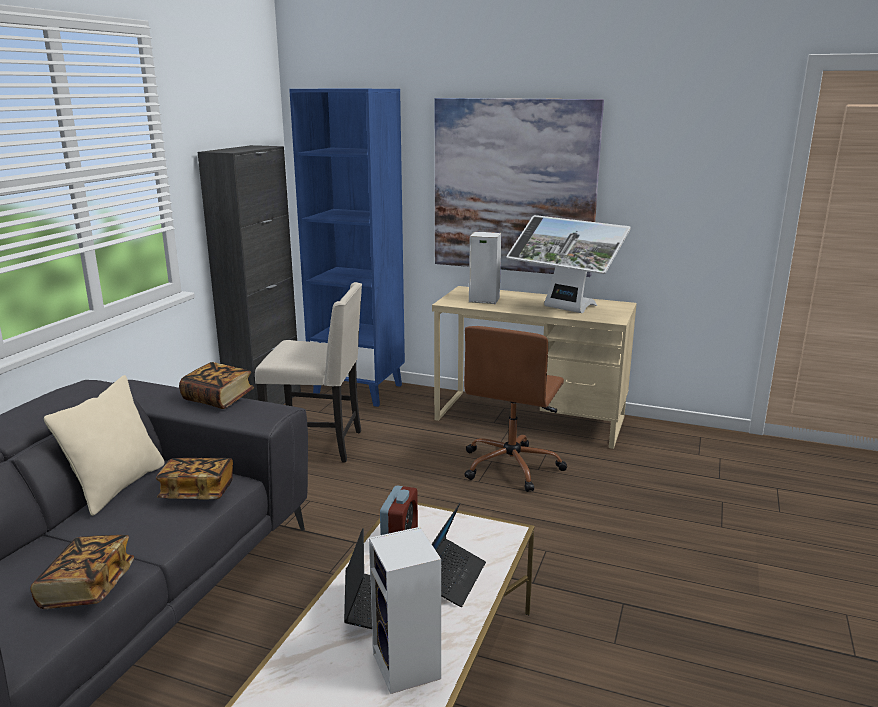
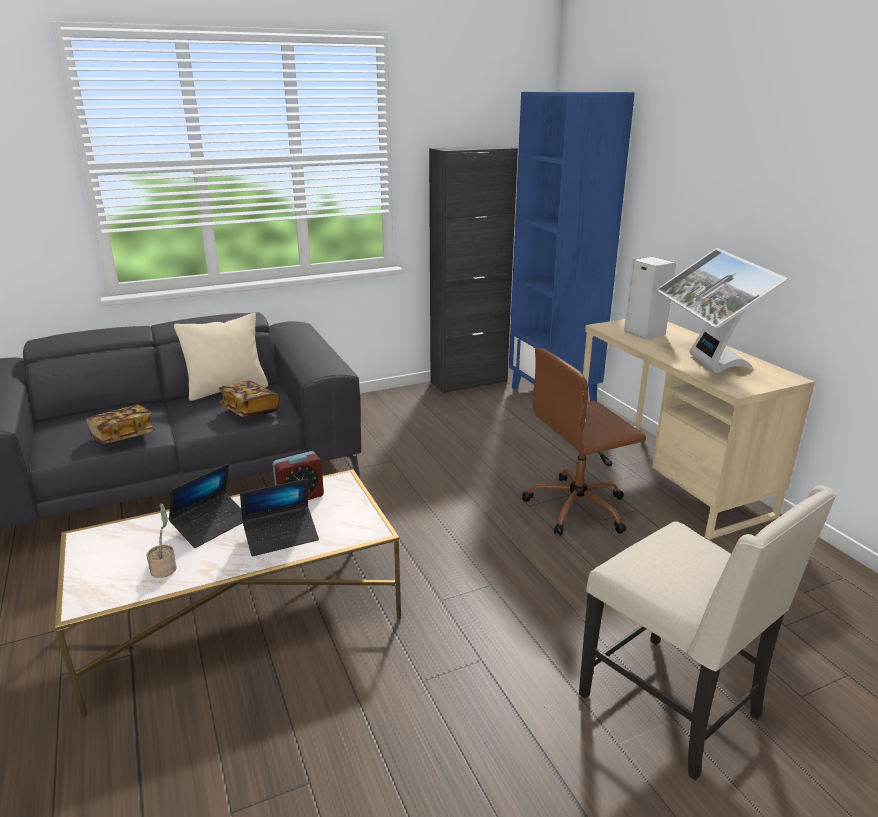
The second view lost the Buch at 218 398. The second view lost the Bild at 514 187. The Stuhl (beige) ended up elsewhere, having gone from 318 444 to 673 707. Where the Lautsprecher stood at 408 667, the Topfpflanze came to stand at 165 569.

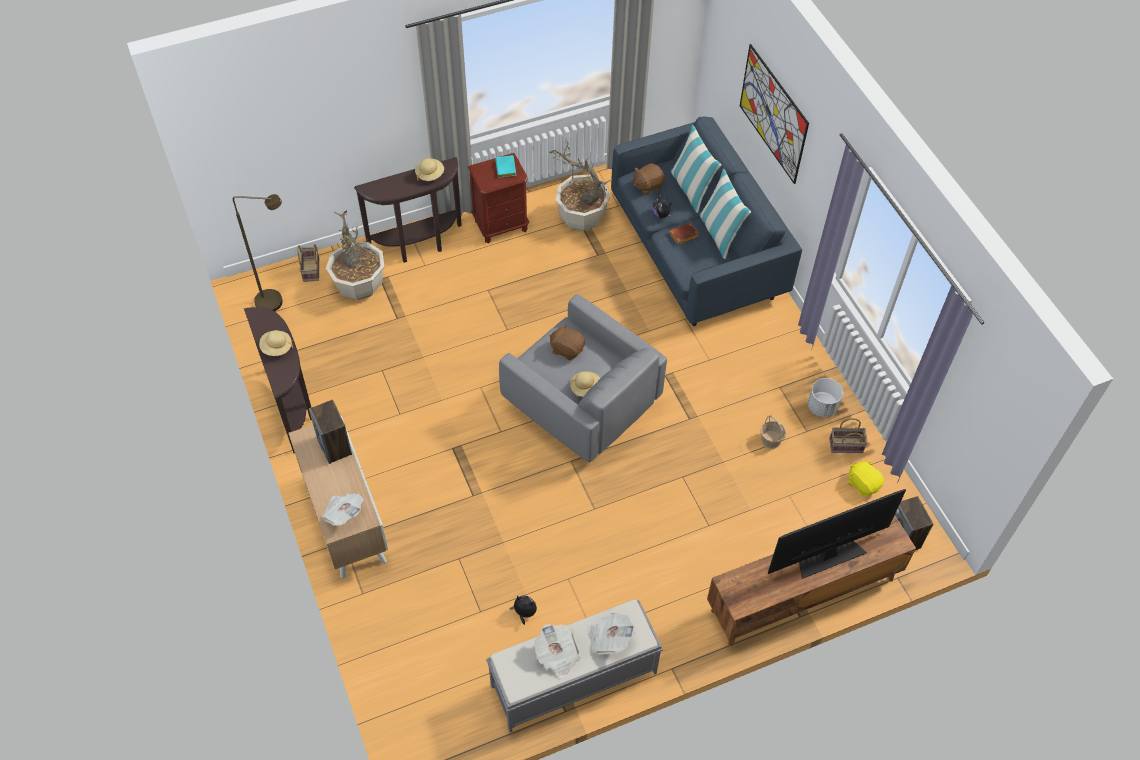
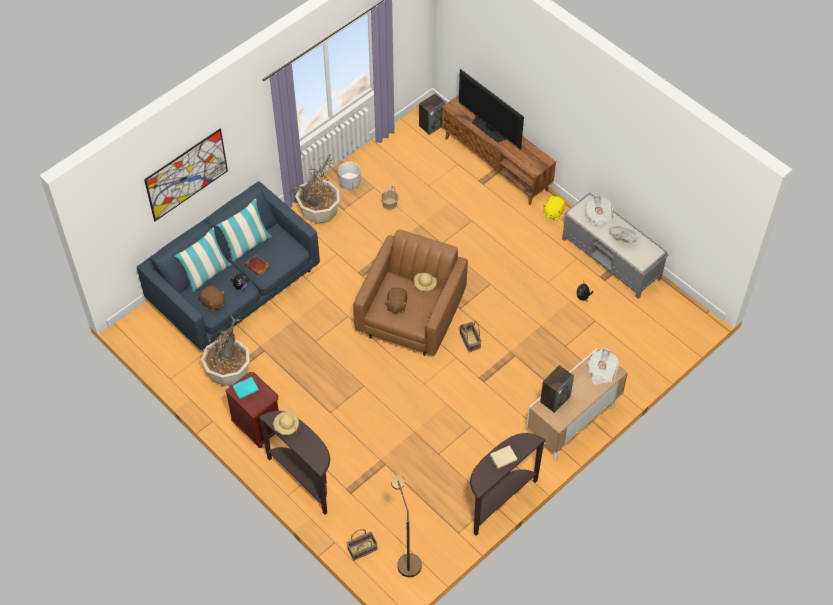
The Topfpflanze ended up elsewhere, having gone from 360 286 to 319 213. The Korb ended up elsewhere, having gone from 845 446 to 470 341. The Plüschtier (gelb) ended up elsewhere, having gone from 863 484 to 553 212. Where the Hut (beige) stood at 276 348, the Buch (beige) came to stand at 503 457. What was the Sessel (grau) at 581 406 turned into the Sessel (braun) at 411 316.

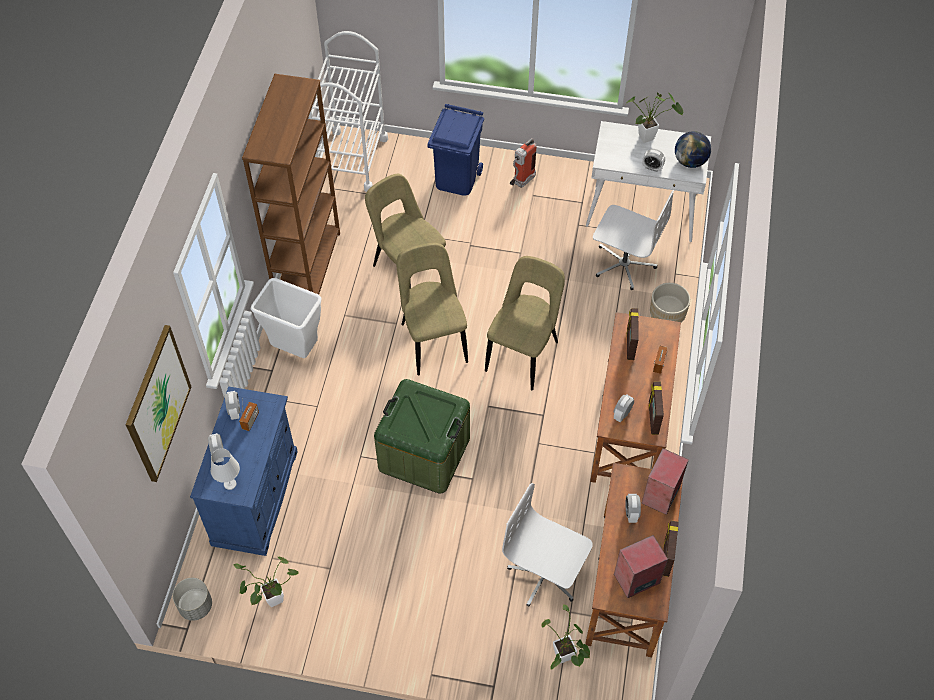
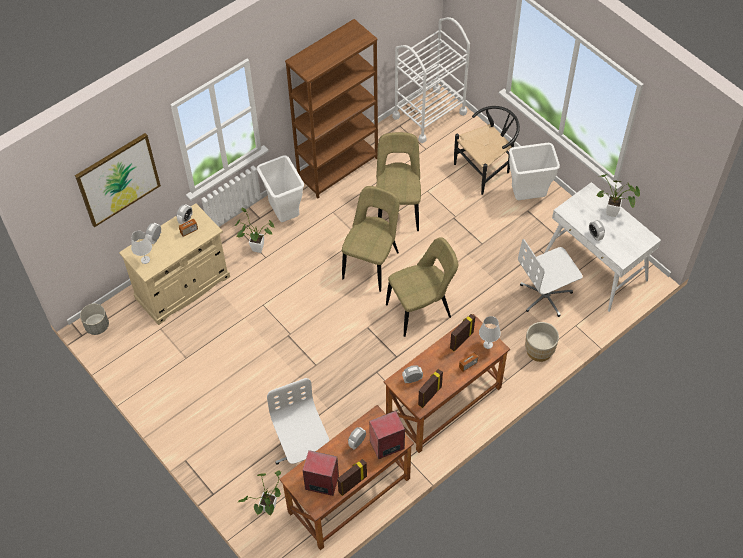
The second view lost the Aufbewahrungsbox (grün) at 424 453. The second view lost the Globus at 690 161. The second view gained the Tischlampe (weiß) at 488 344. The Topfpflanze ended up elsewhere, having gone from 270 601 to 255 248. Where the Mülleimer (blau) stood at 457 179, the Stuhl (schwarz) came to stand at 486 168. Where the Feuerlöscher stood at 521 182, the Mülleimer (weiß) came to stand at 527 197. What was the Schrank (blau) at 255 497 turned into the Schrank (beige) at 183 287. The Bürostuhl (weiß) at 624 264 ended up facing another way, 90 degrees clockwise from before.

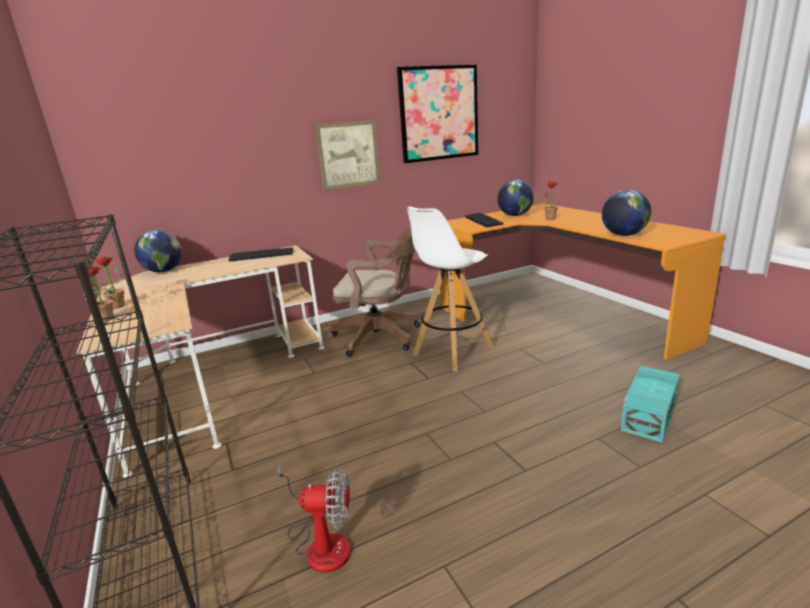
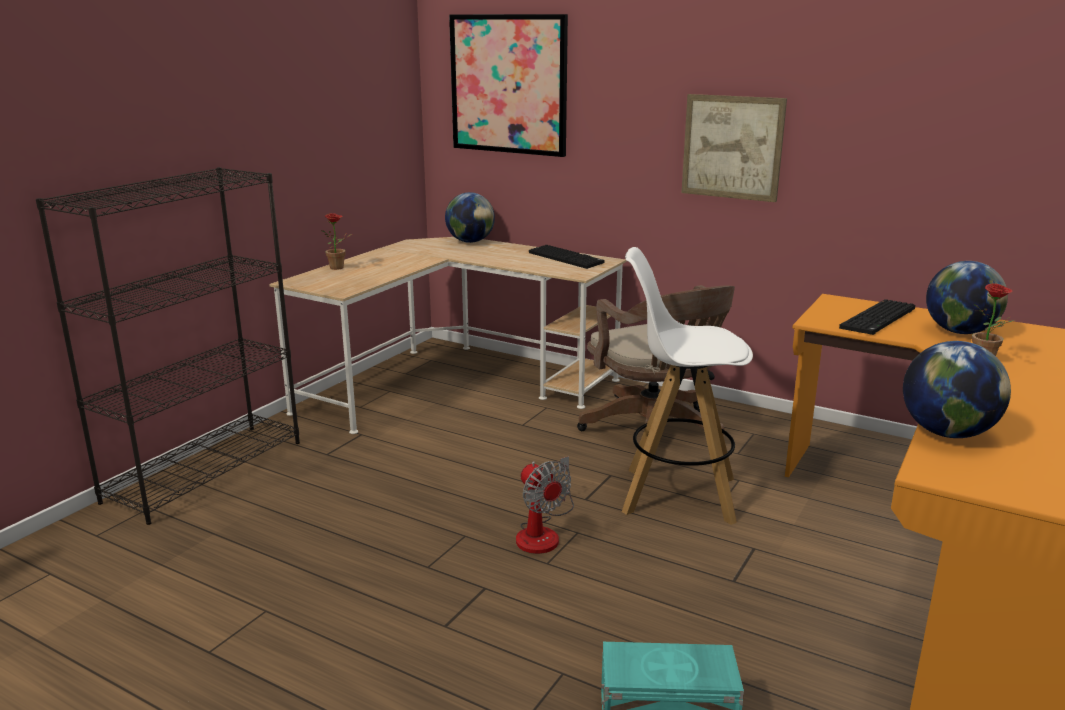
The second view lost the Topfpflanze at 118 305. The Ventilator ended up elsewhere, having gone from 321 542 to 543 532. The Bild ended up elsewhere, having gone from 439 113 to 508 84.

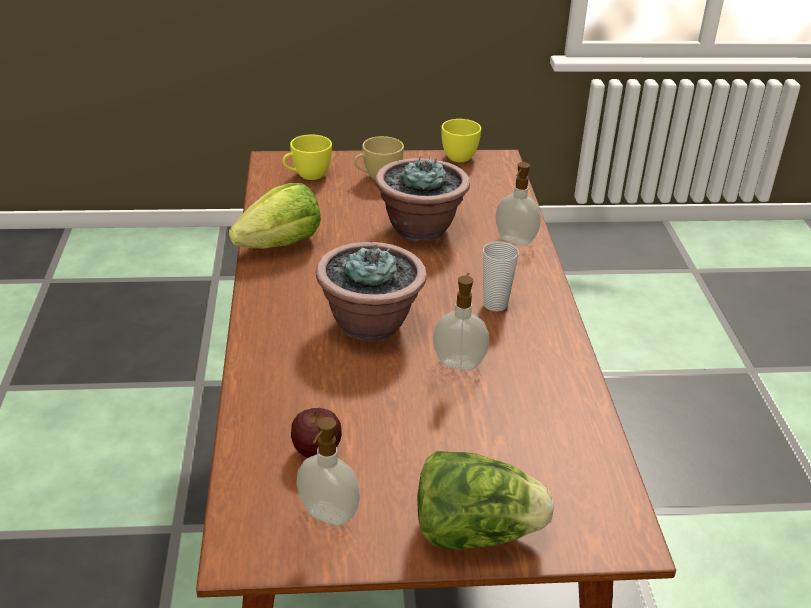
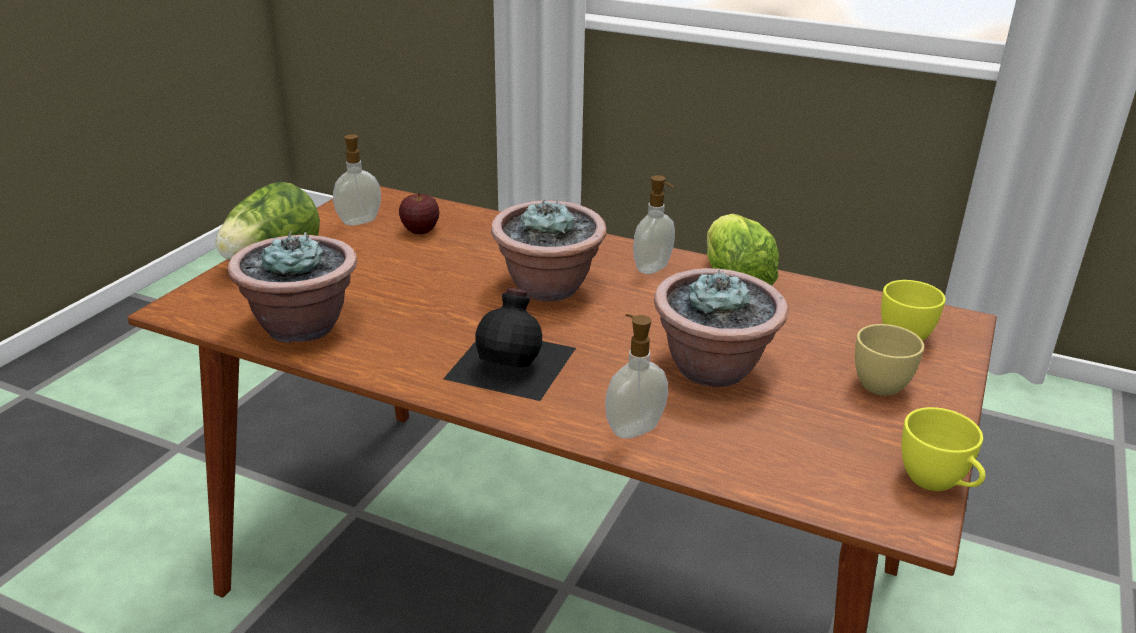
The second view gained the Topfpflanze at 301 326. The Seifenspender ended up elsewhere, having gone from 459 363 to 653 269. Where the Tasse stood at 495 304, the Flasche (schwarz) came to stand at 513 362.

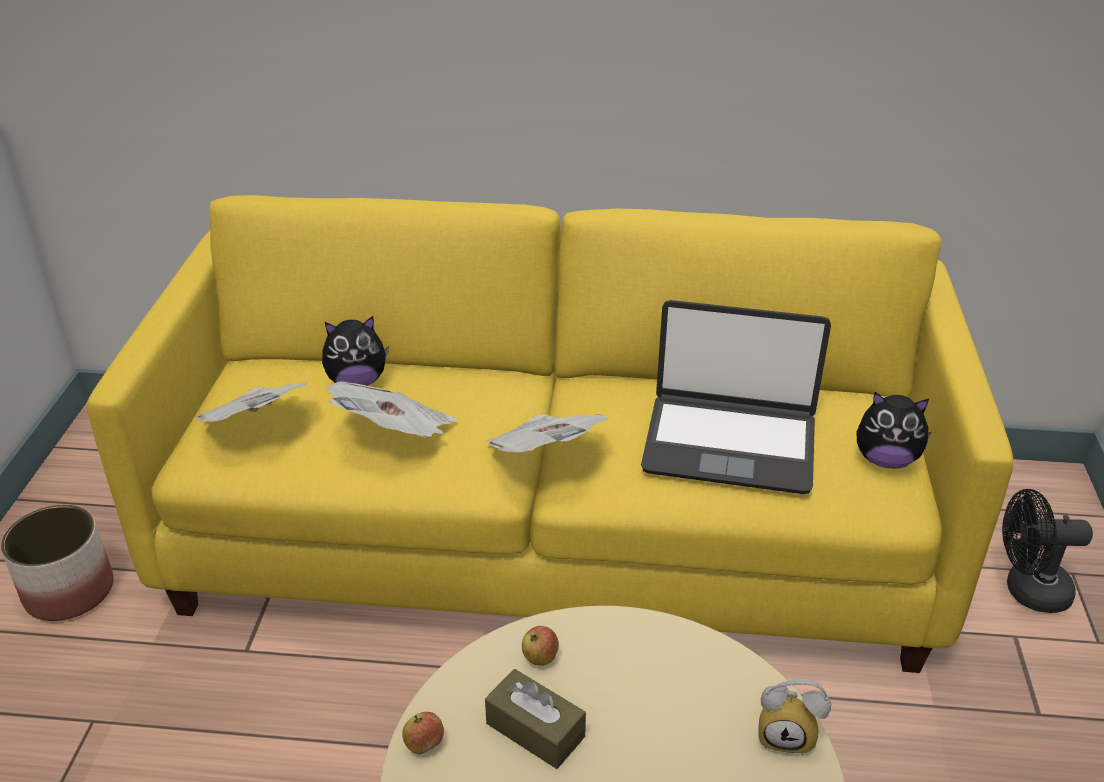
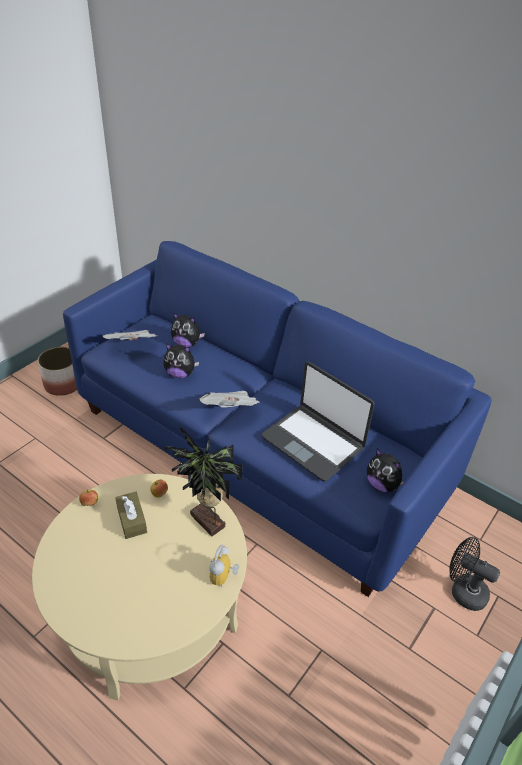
The second view gained the Topfpflanze at 206 523. Where the Zeitung stood at 396 435, the Plüschtier came to stand at 180 374. What was the Sofa (gelb) at 554 535 turned into the Sofa (blau) at 258 450. The Wecker at 787 734 ended up facing another way, 60 degrees clockwise from before.

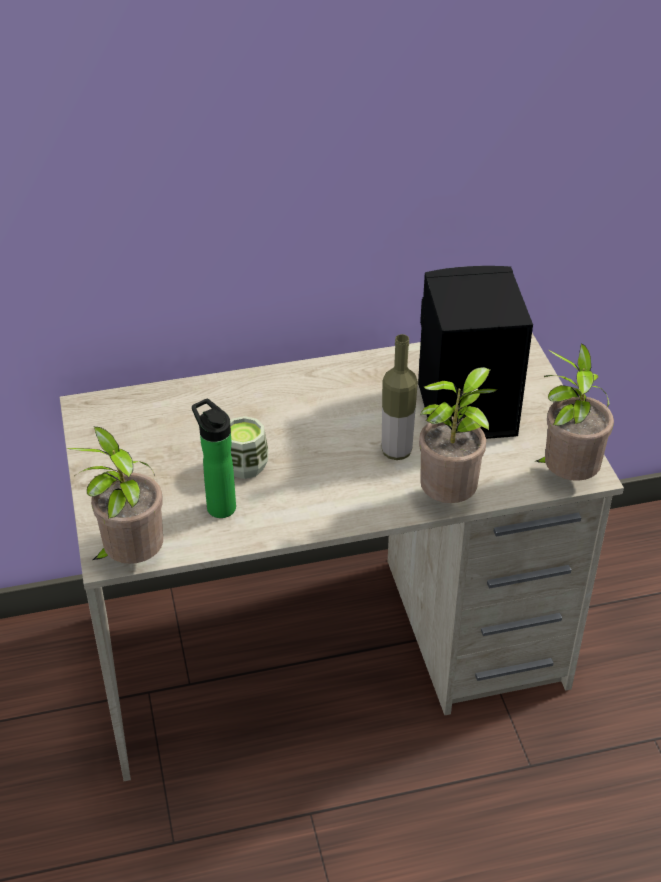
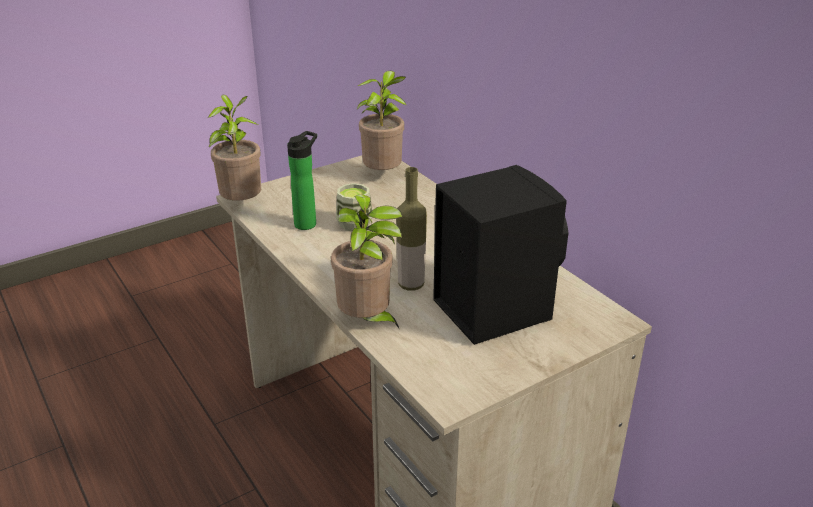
The Topfpflanze ended up elsewhere, having gone from 566 477 to 384 175.

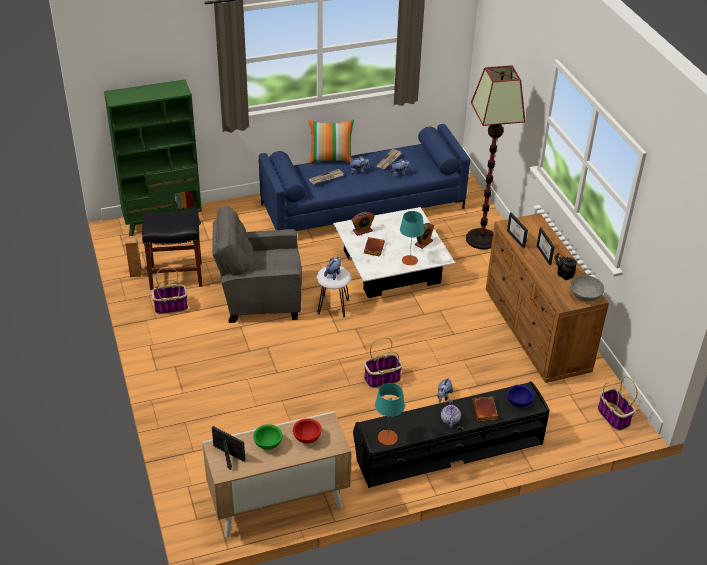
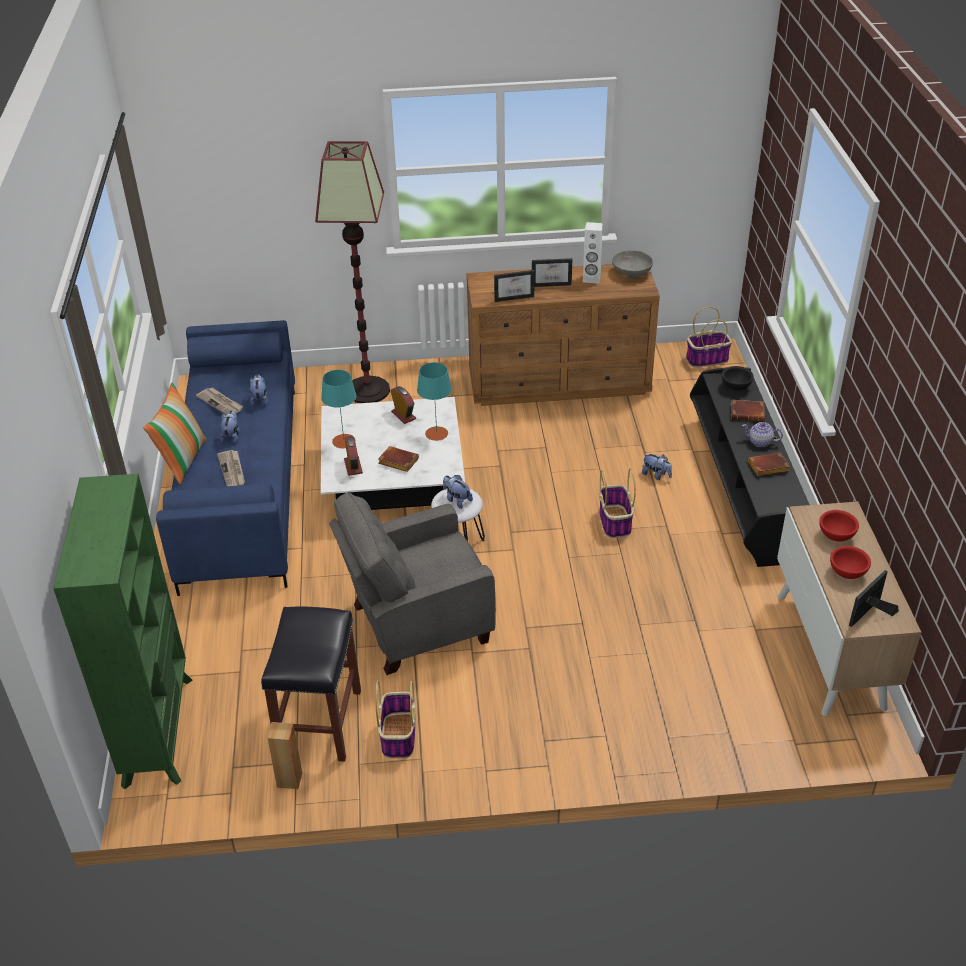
The second view gained the Buch (braun) at 767 468. The Tischlampe (türkis) ended up elsewhere, having gone from 387 437 to 344 441. Where the Teekanne (schwarz) stood at 564 274, the Lautsprecher (weiß) came to stand at 591 279. What was the Schüssel (grün) at 267 444 turned into the Schüssel (rot) at 847 573. What was the Schüssel (blau) at 518 402 turned into the Schüssel (schwarz) at 736 387. The Sessel (grau) at 260 299 ended up facing another way, 60 degrees clockwise from before.

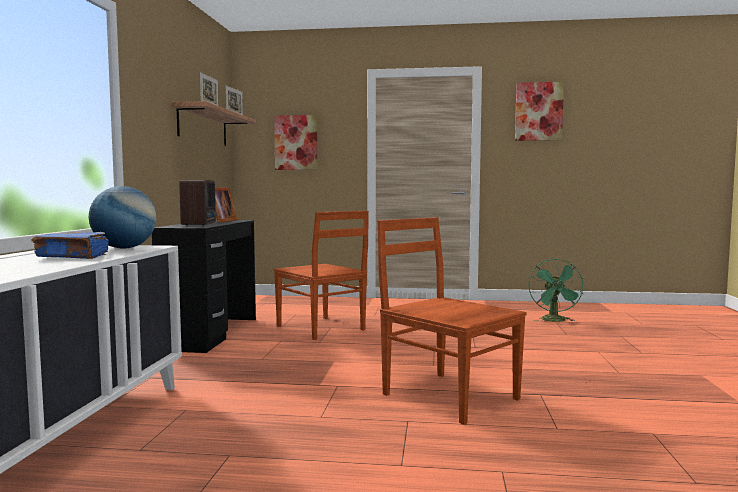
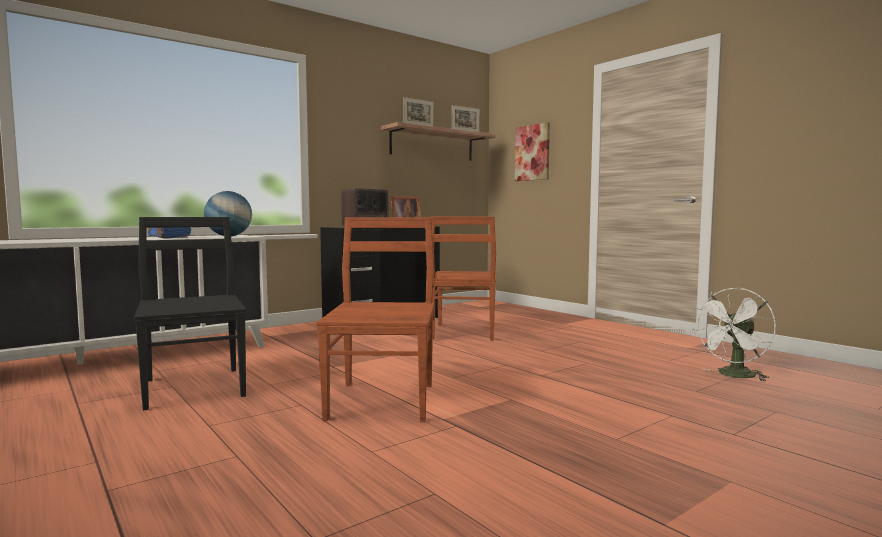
The second view lost the Bild at 538 111. The second view gained the Stuhl (schwarz) at 194 386. What was the Ventilator (grün) at 555 321 turned into the Ventilator (weiß) at 734 376.

